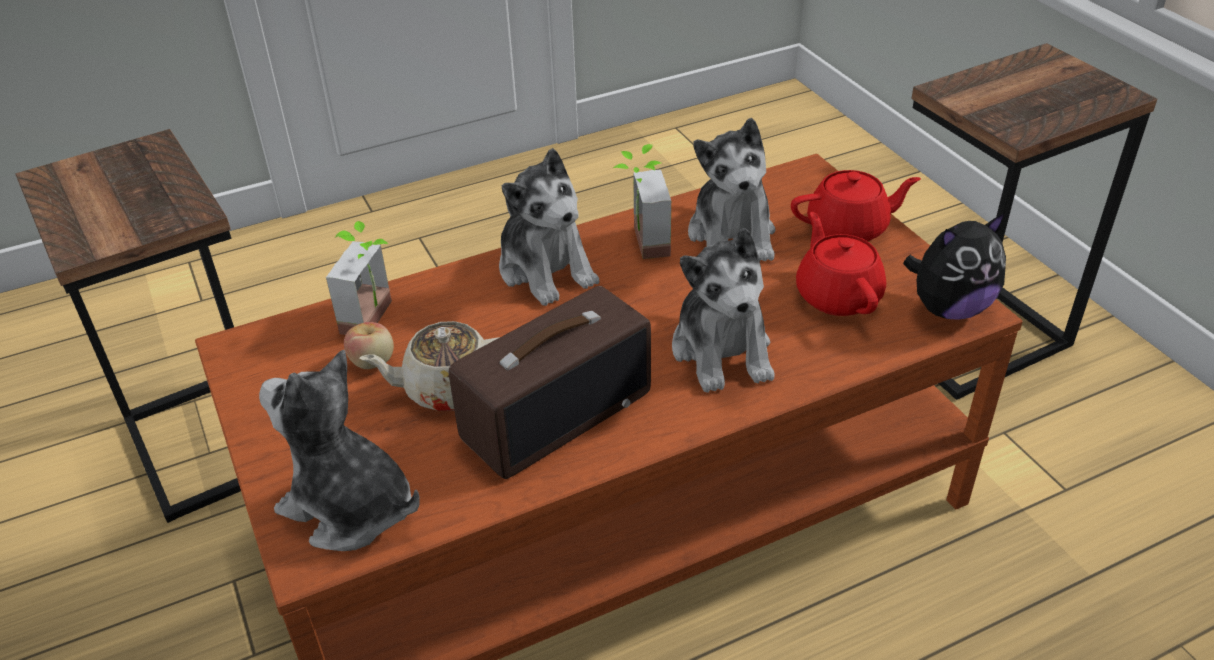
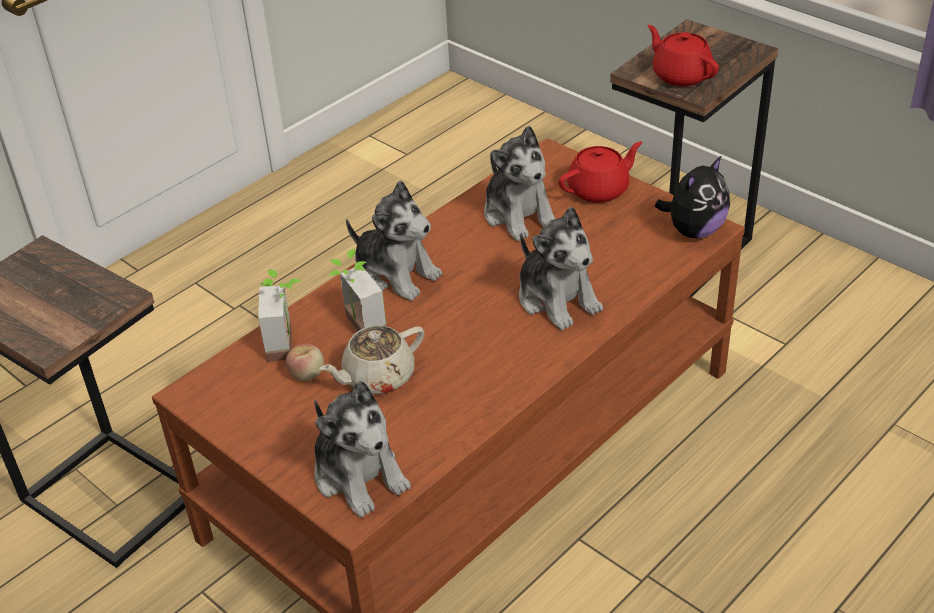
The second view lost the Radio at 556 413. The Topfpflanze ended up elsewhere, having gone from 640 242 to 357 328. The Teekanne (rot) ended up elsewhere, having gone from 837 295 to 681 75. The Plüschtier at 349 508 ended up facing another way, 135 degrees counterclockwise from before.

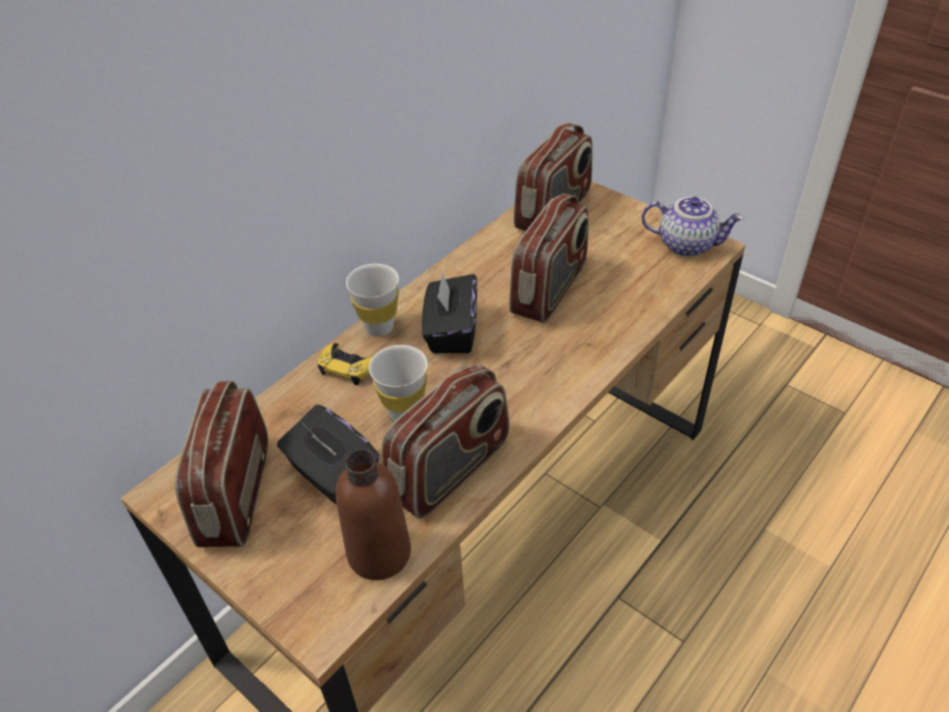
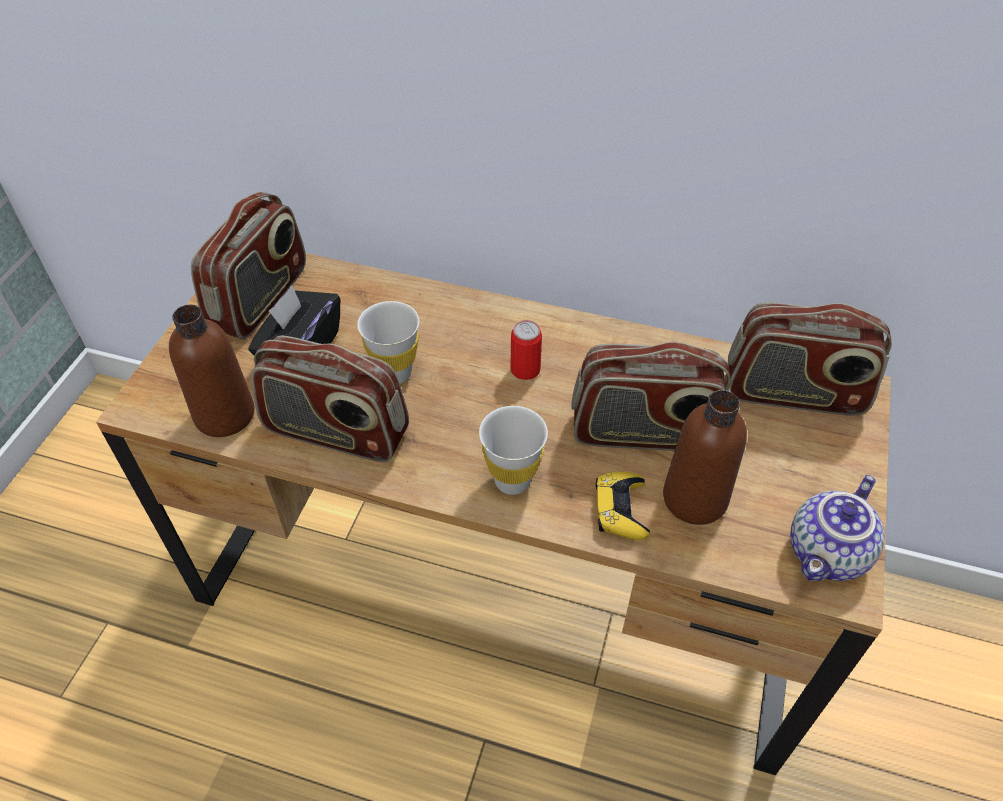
The second view gained the Flasche (braun) at 695 498. The Gamepad (gelb) ended up elsewhere, having gone from 348 367 to 621 510. The Tasse (weiß) ended up elsewhere, having gone from 379 327 to 512 480. Where the Taschentuchbox (schwarz) stood at 451 332, the Dose came to stand at 525 369. The Radio at 235 494 ended up facing another way, 135 degrees clockwise from before. The Teekanne at 687 244 ended up facing another way, 45 degrees clockwise from before.

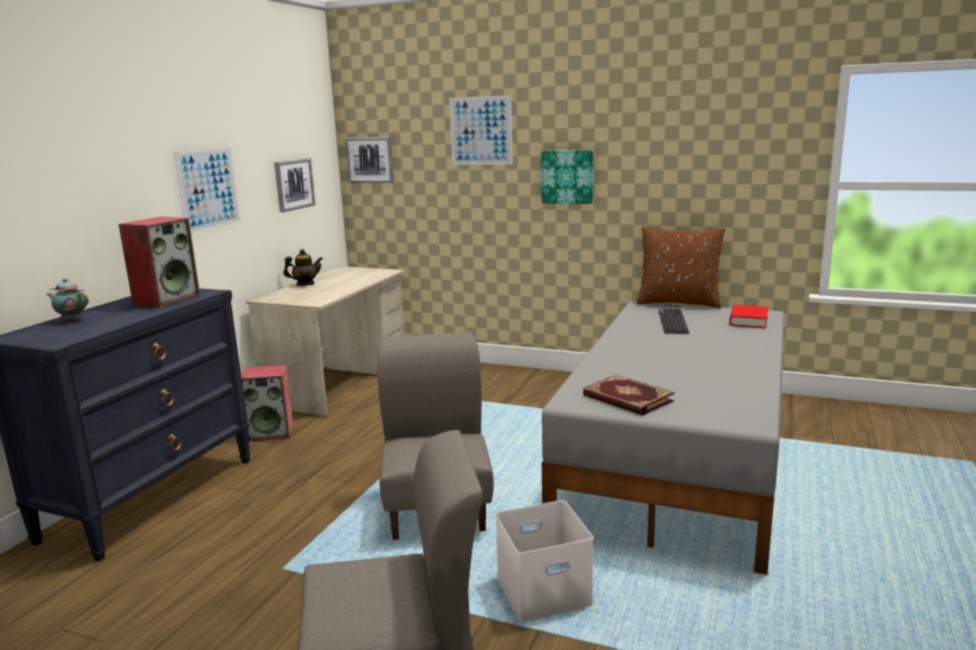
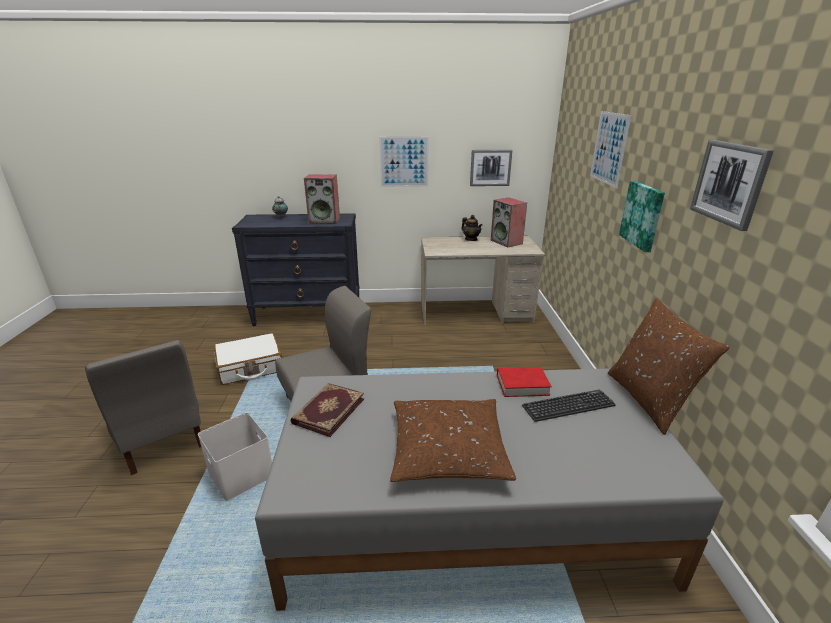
The second view gained the Koffer (weiß) at 250 367. The second view gained the Kissen (braun) at 448 450. The Lautsprecher ended up elsewhere, having gone from 271 432 to 507 242. The Bild ended up elsewhere, having gone from 370 159 to 729 183. The Buch (rot) ended up elsewhere, having gone from 748 321 to 522 385.

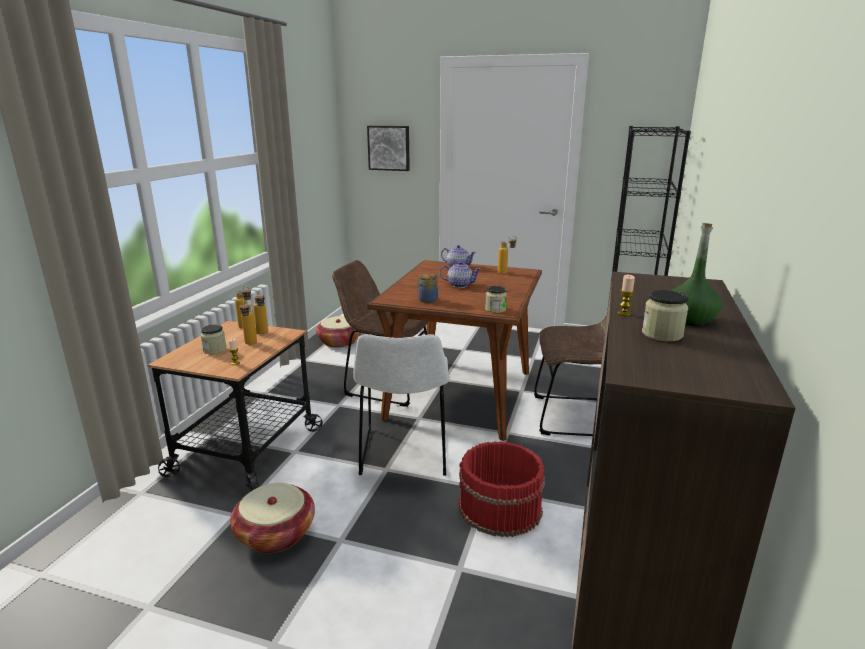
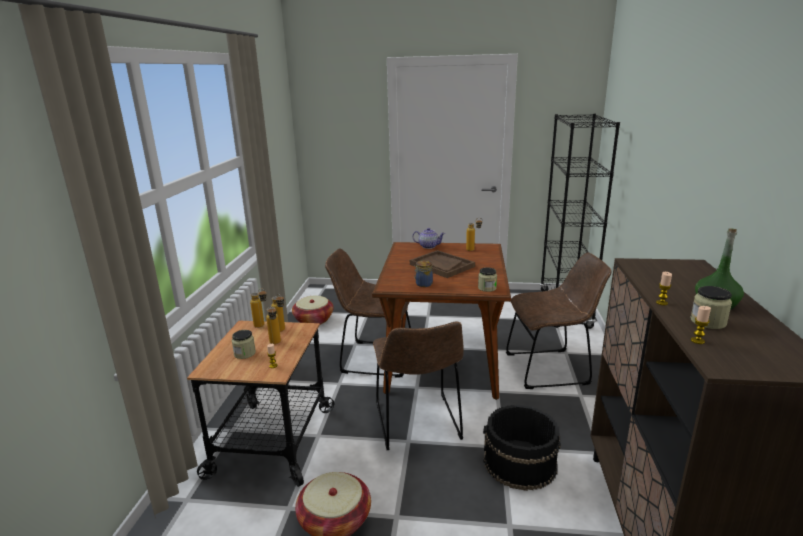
The second view lost the Bild at 389 148. The second view gained the Kerze at 697 341. Where the Teekanne stood at 459 285, the Tablett (braun) came to stand at 441 265. What was the Stuhl (weiß) at 404 455 turned into the Stuhl (braun) at 418 424. What was the Eimer (rot) at 499 508 turned into the Eimer (schwarz) at 519 463.

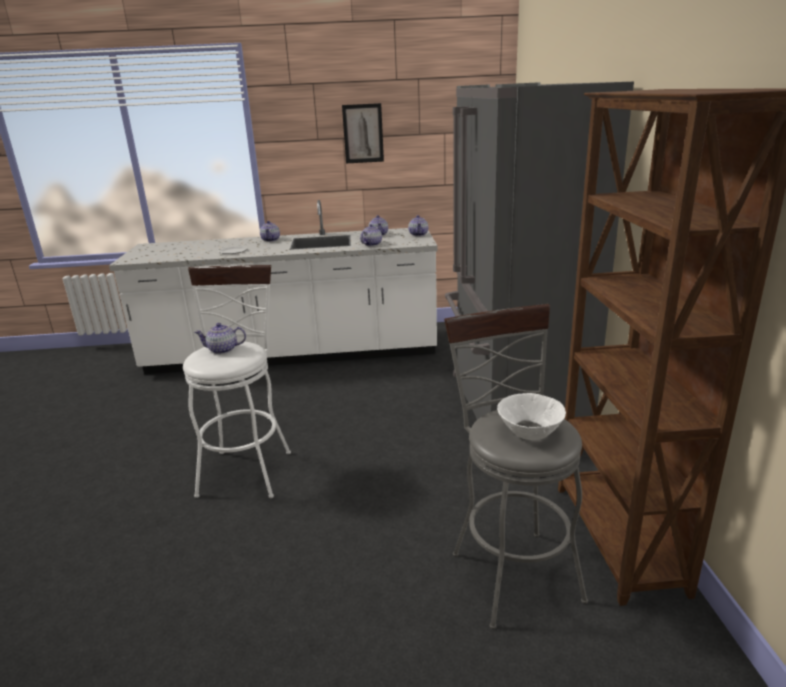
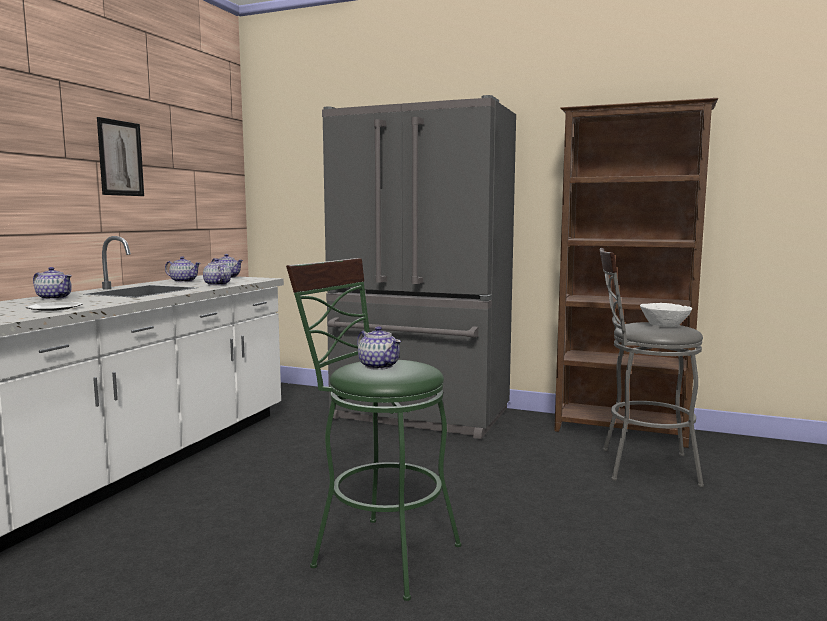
What was the Hocker (weiß) at 247 468 turned into the Hocker (grün) at 376 552. The Teekanne at 223 350 ended up facing another way, 60 degrees counterclockwise from before.

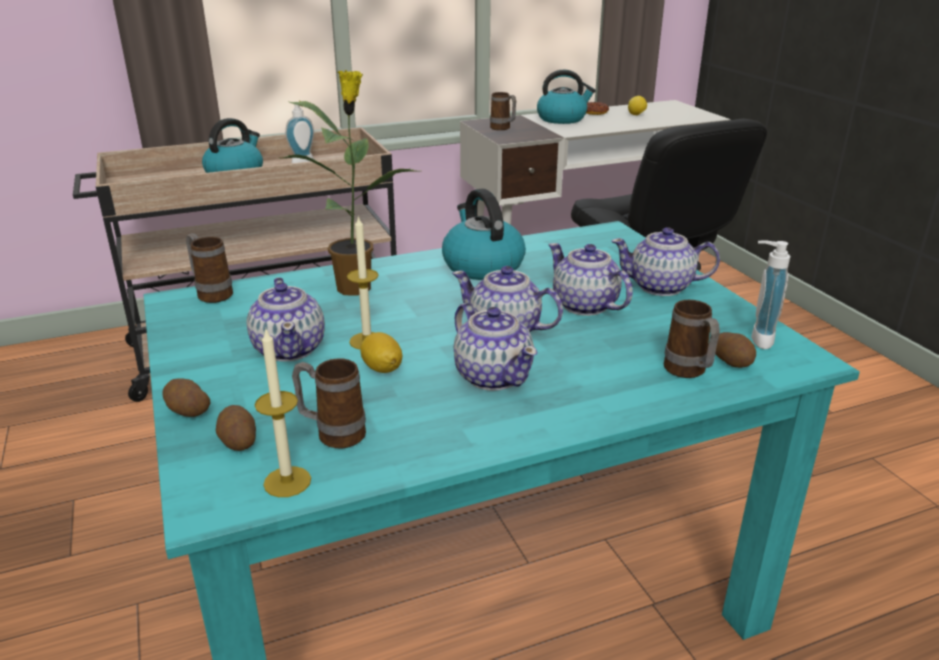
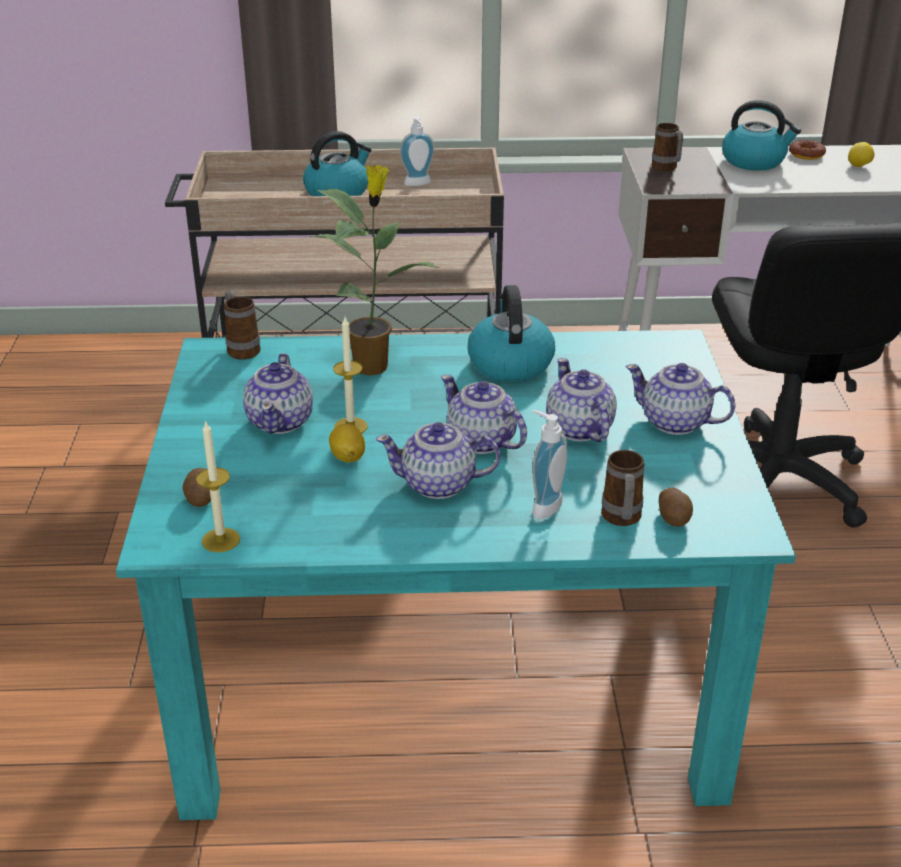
The second view lost the Kartoffel at 187 411. The second view lost the Henkelbecher at 332 434. The Seifenspender ended up elsewhere, having gone from 757 338 to 542 506. The Teekanne at 493 376 ended up facing another way, 105 degrees clockwise from before.

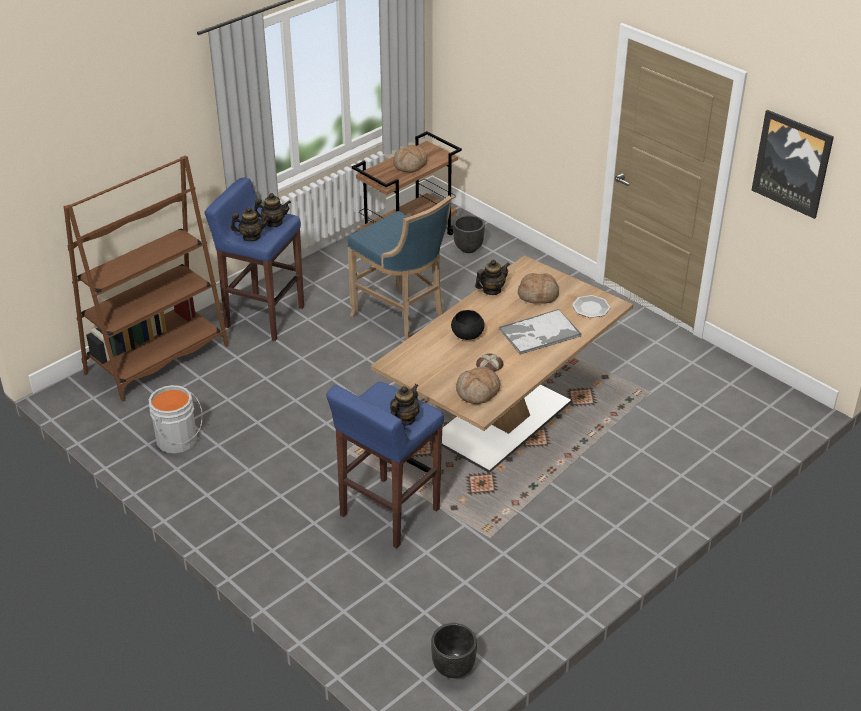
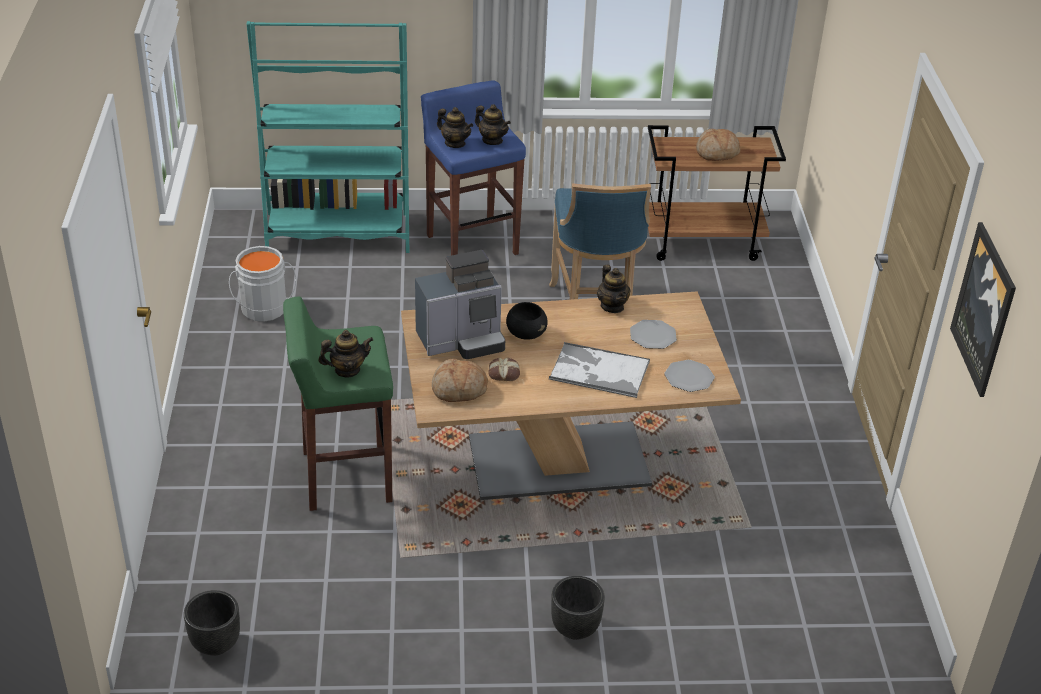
The second view gained the Kaffeemaschine at 462 340. The Pflanzkübel (schwarz) ended up elsewhere, having gone from 468 248 to 575 629. Where the Brot stood at 538 295, the Teller came to stand at 653 336. What was the Bücherregal (braun) at 157 359 turned into the Bücherregal (türkis) at 338 233. What was the Hocker (blau) at 388 513 turned into the Hocker (grün) at 345 477. The Teekanne at 491 290 ended up facing another way, 60 degrees clockwise from before.

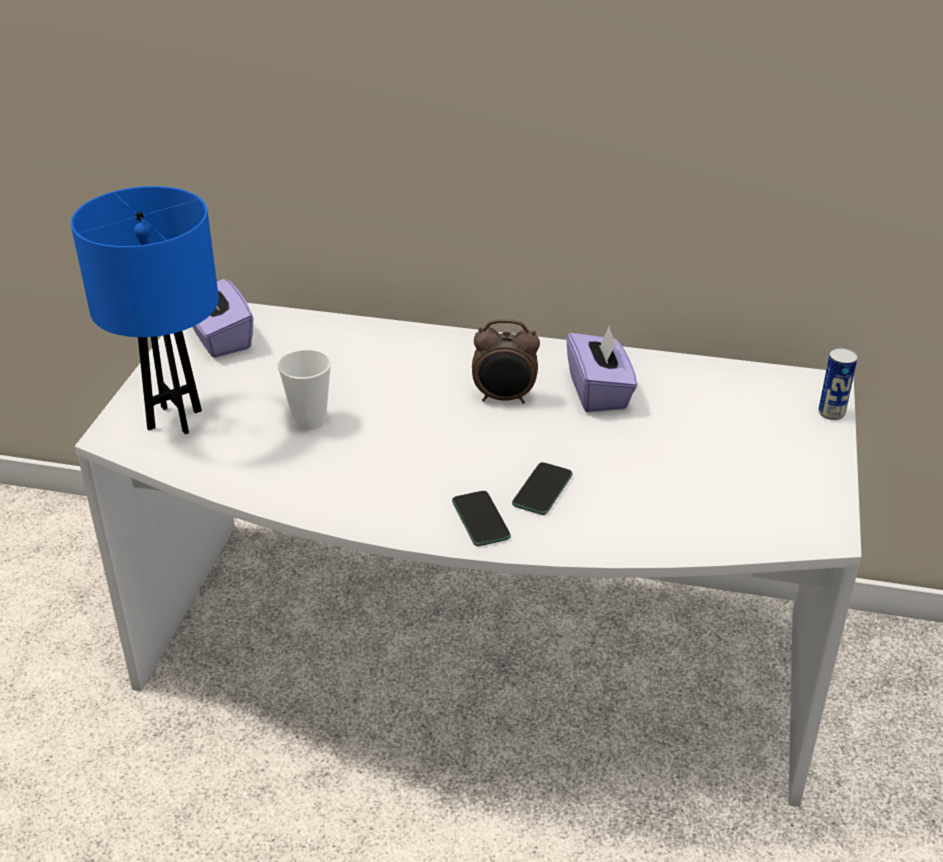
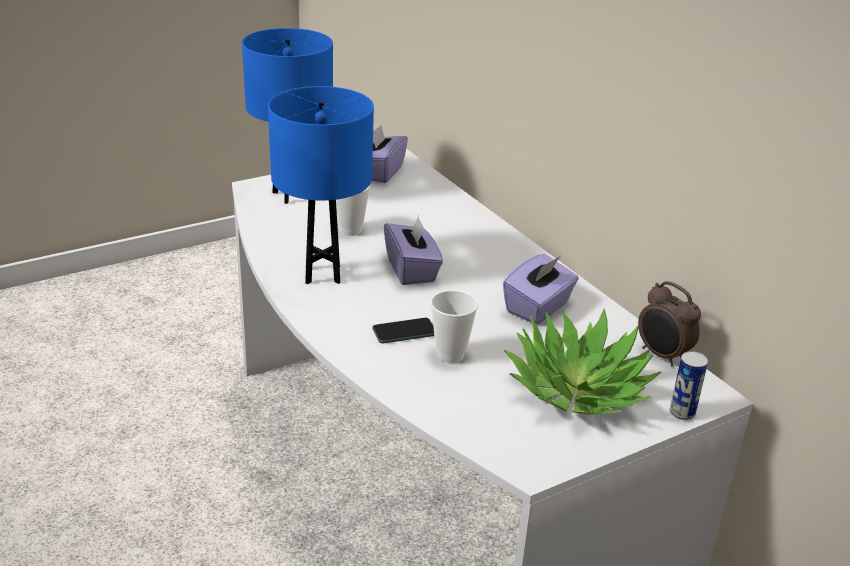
The second view lost the Handy at 480 519. The second view gained the Tischlampe (blau) at 323 275. The second view gained the Taschentuchbox (lila) at 412 270. The second view gained the Tasse at 450 354. The second view gained the Topfpflanze at 578 389. The Wecker ended up elsewhere, having gone from 504 398 to 662 355.

